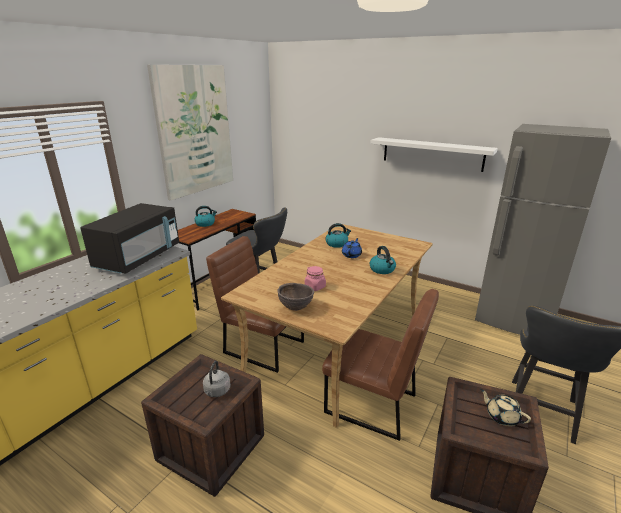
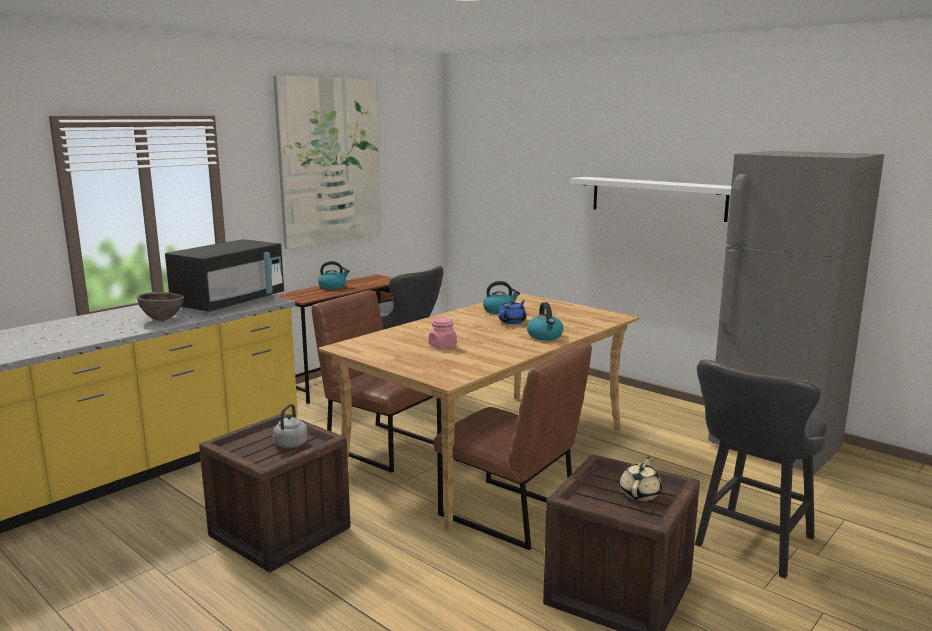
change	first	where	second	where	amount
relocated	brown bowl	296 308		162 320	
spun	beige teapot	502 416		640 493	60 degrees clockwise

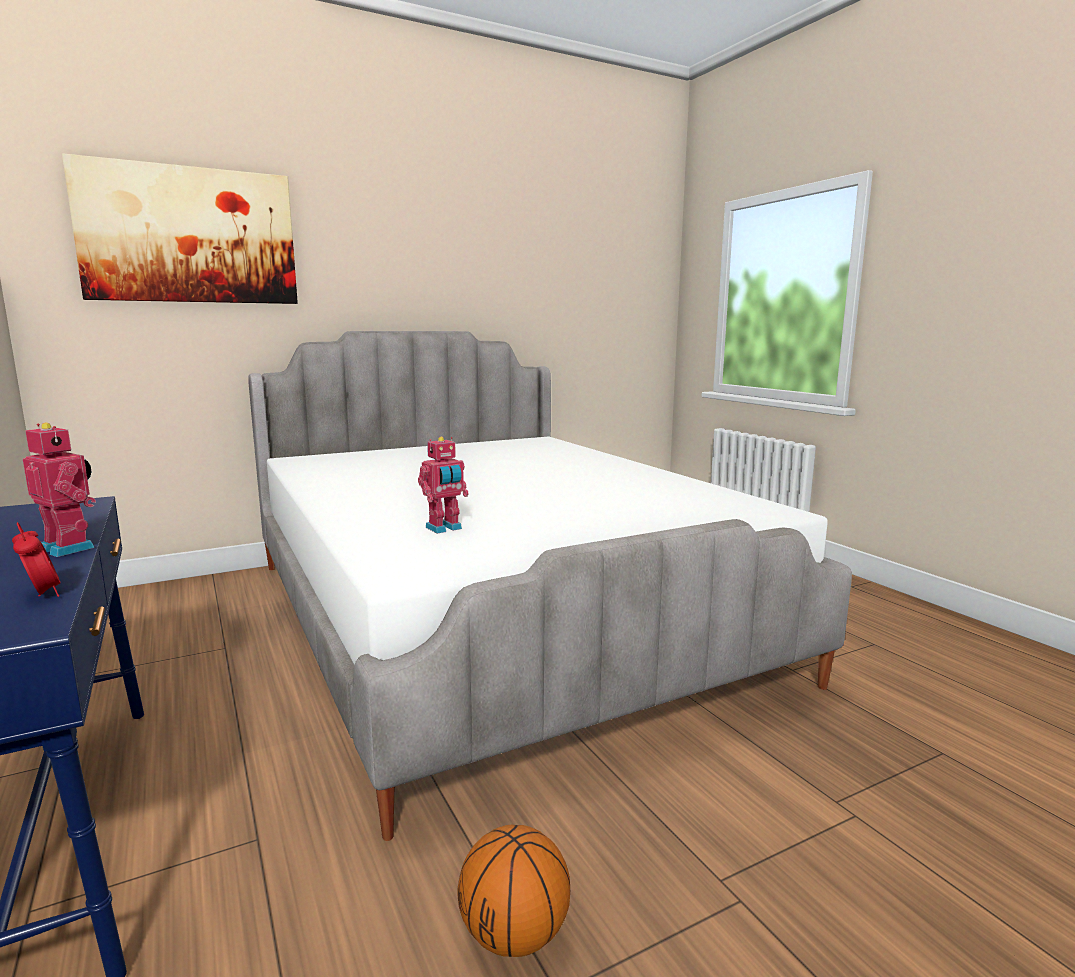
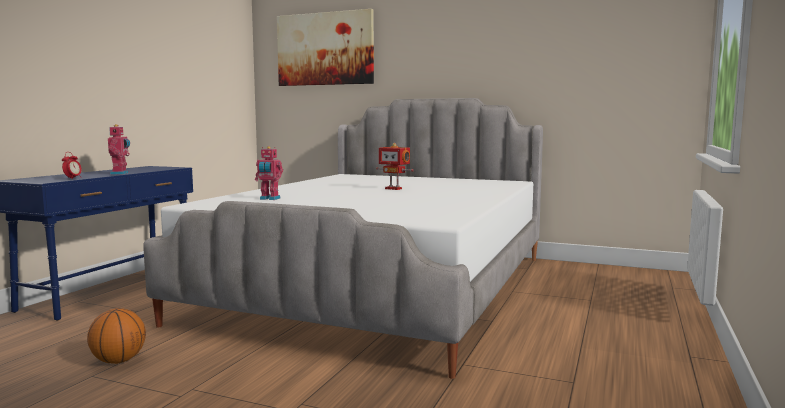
change	first	where	second	where	amount
appeared			toy robot	394 189	

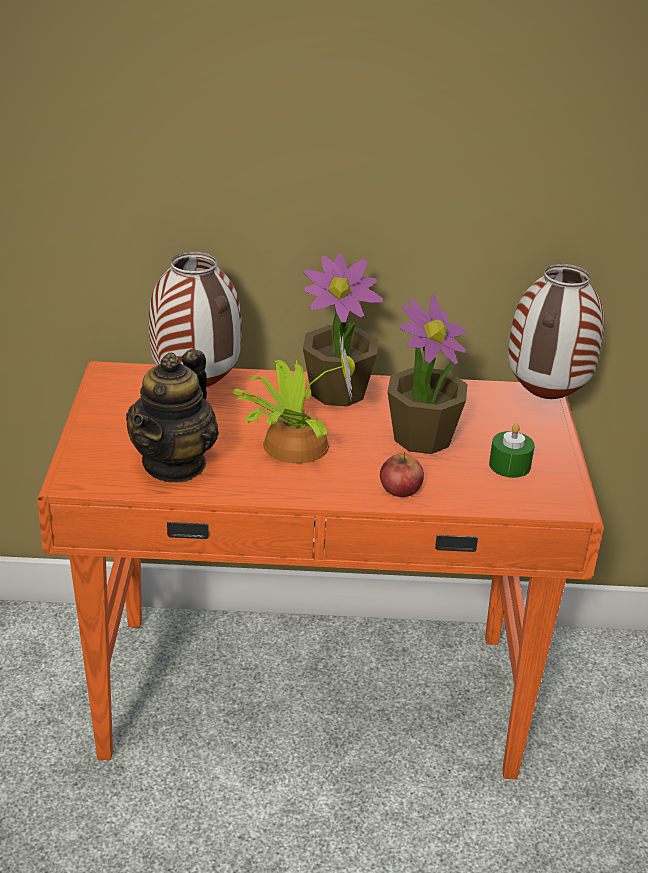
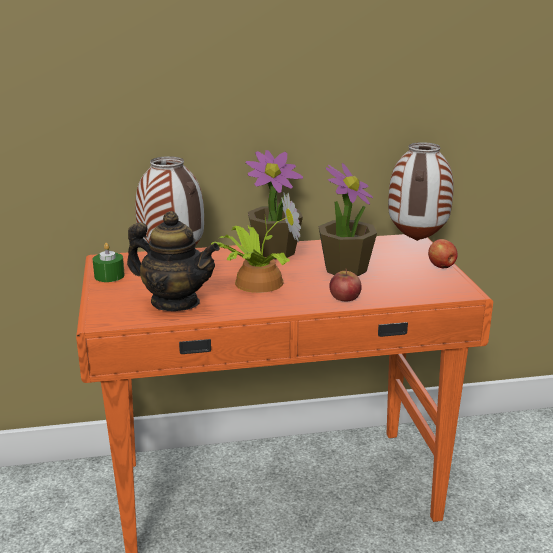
change	first	where	second	where	amount
relocated	green candle	509 465		109 276	
spun	teapot	175 464		175 302	75 degrees counterclockwise
appeared			apple	442 266	

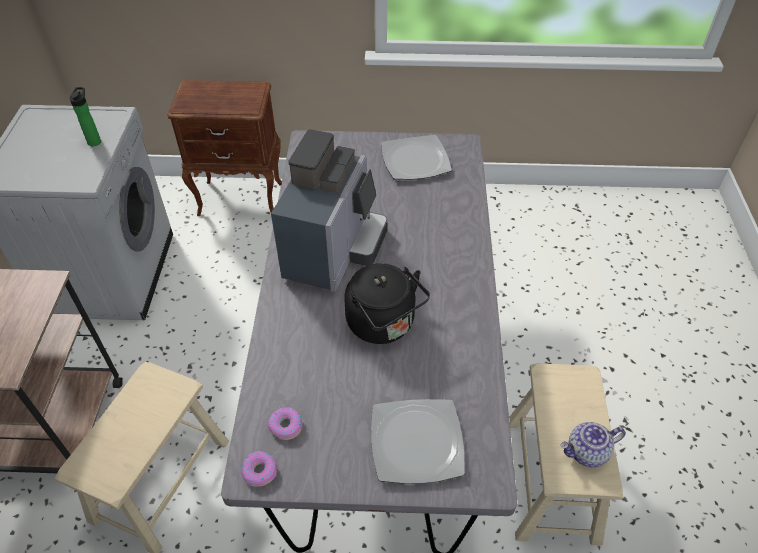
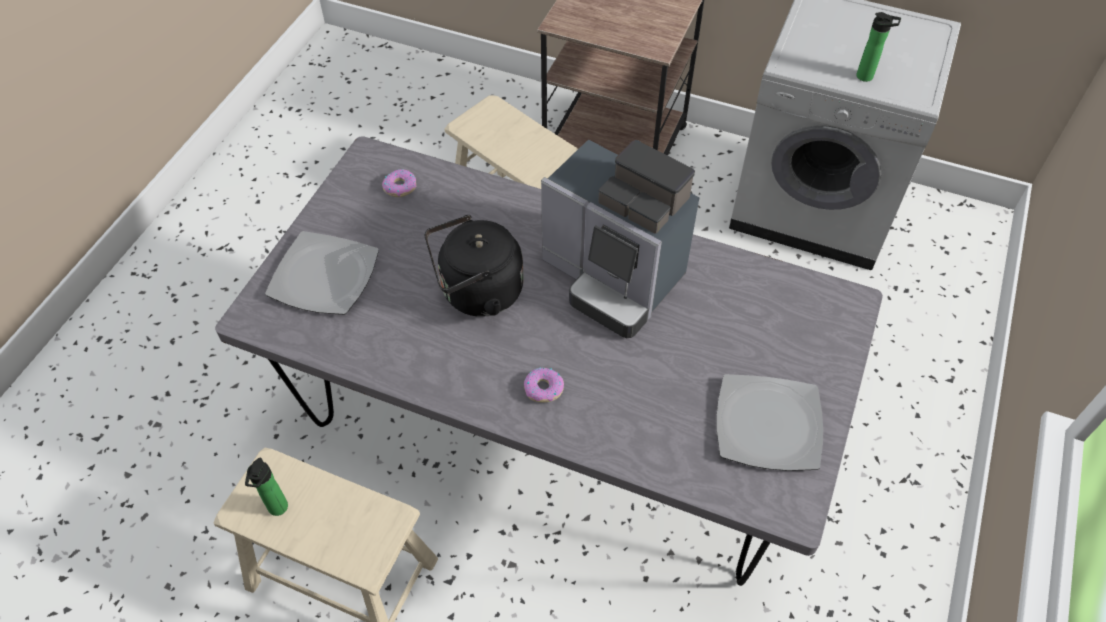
change	first	where	second	where	amount
exchanged	teapot	587 452	bottle	277 510	
relocated	donut	260 471		543 388	
missing	brown nightstand	241 199			

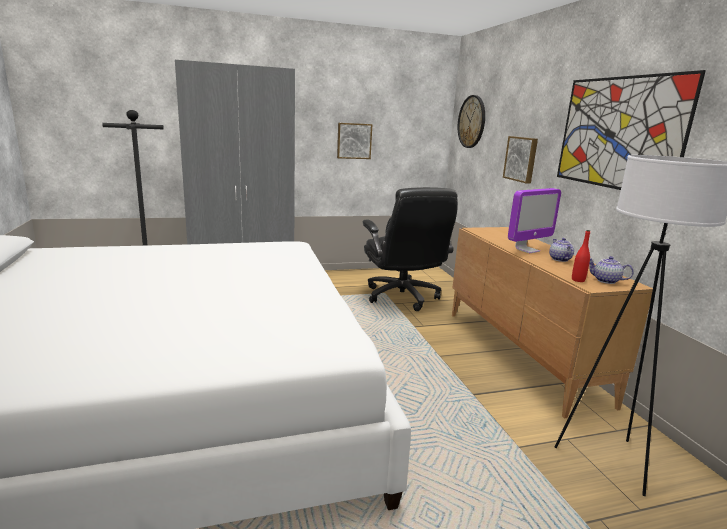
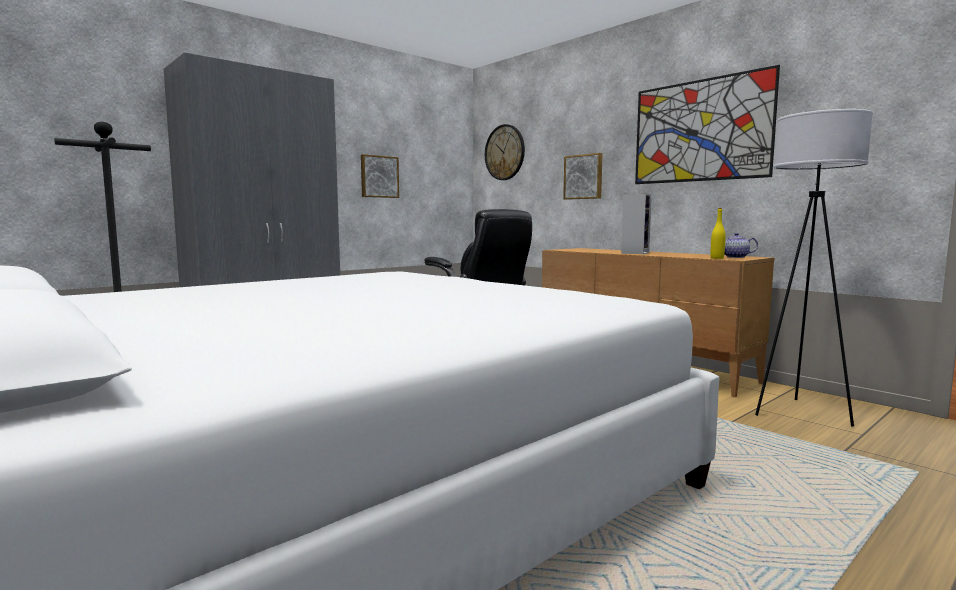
change	first	where	second	where	amount
exchanged	monitor	527 250	speaker	635 253	
colour	red bottle	578 280	yellow bottle	717 258	
missing	teapot	559 259			

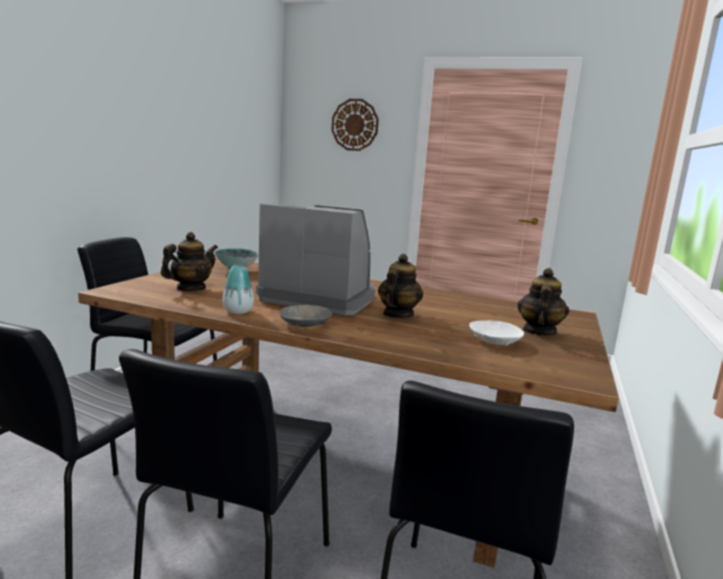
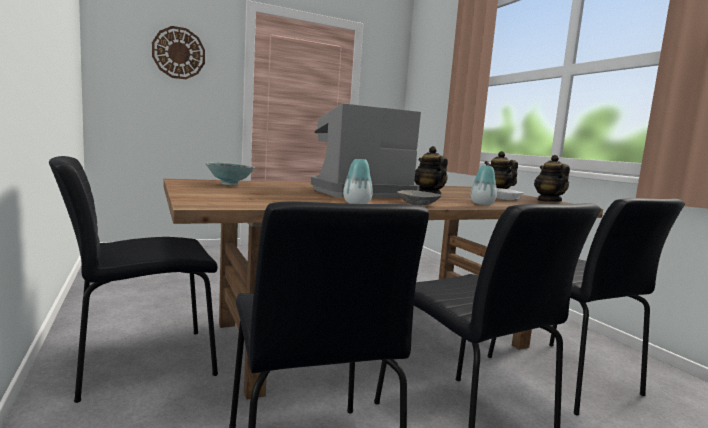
change	first	where	second	where	amount
appeared			vase	482 204	
relocated	teapot	190 289		548 201	

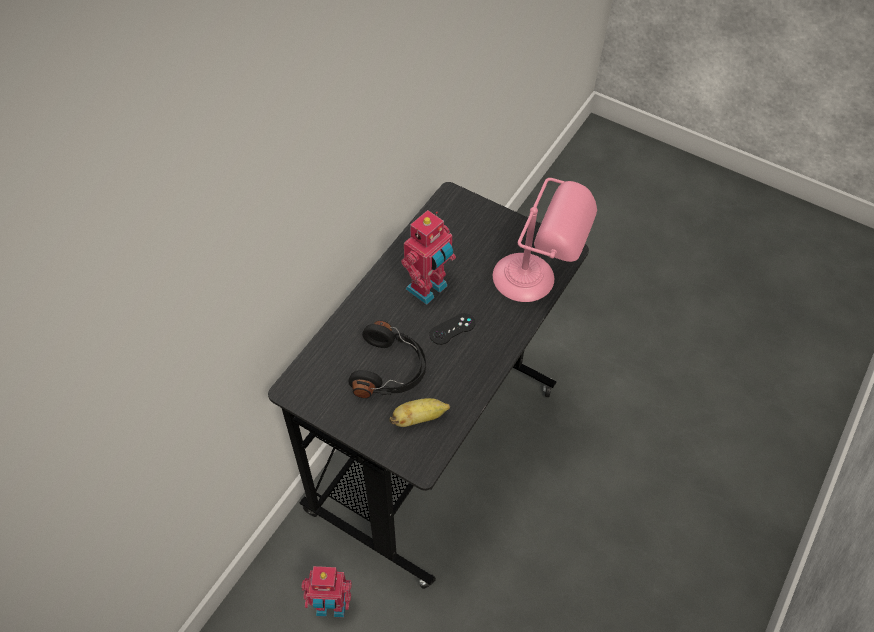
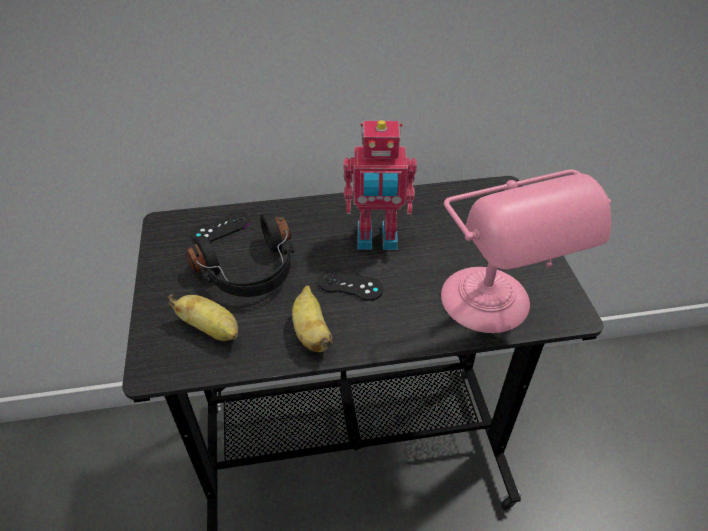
change	first	where	second	where	amount
appeared			black game controller	221 228	
appeared			banana	311 332	
missing	toy robot	331 606			

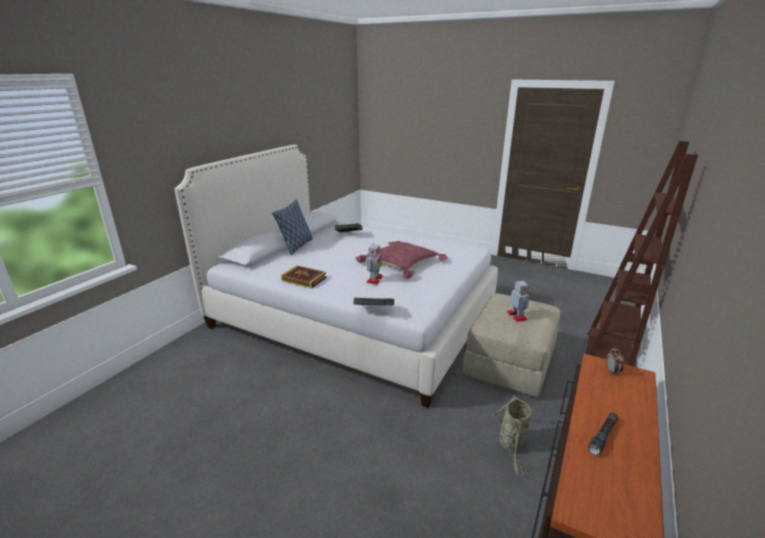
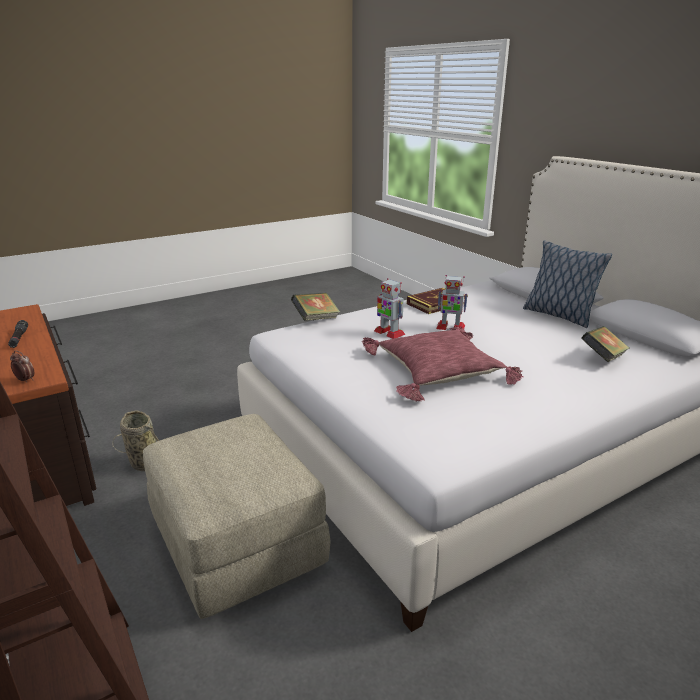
change	first	where	second	where	amount
relocated	toy robot	517 316		450 327	

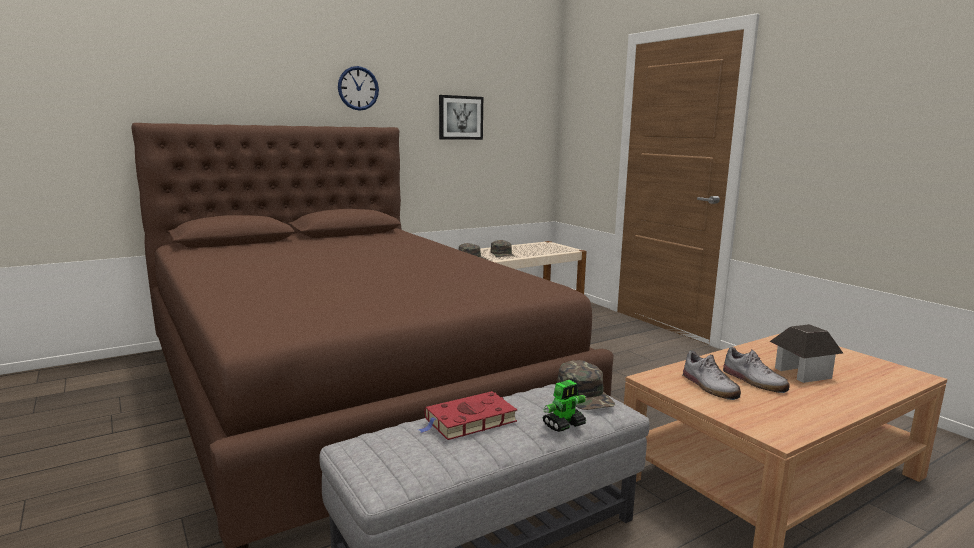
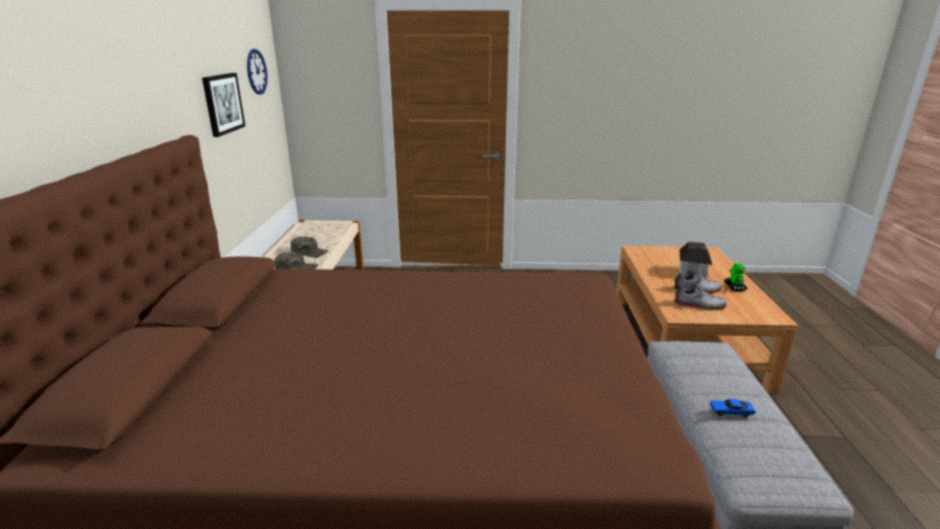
change	first	where	second	where	amount
relocated	wall clock	358 88		256 72	
exchanged	red book	468 421	toy car	730 411	
relocated	toy robot	564 424		734 287	
missing	green cap	585 394			

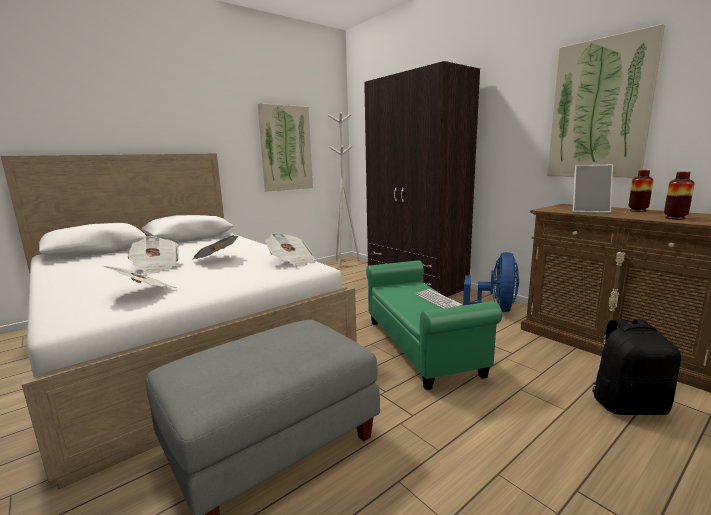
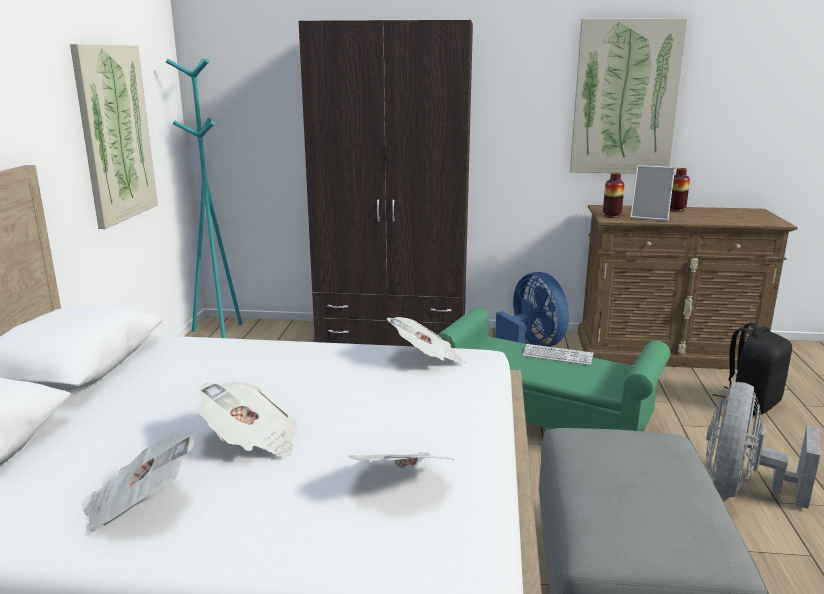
change	first	where	second	where	amount
relocated	newspaper	216 259		139 505	
colour	grey clothes rack	345 262	turquoise clothes rack	220 332	
relocated	vase	675 218		611 216	
spun	picture frame	589 211		650 217	45 degrees clockwise
appeared			grey fan	741 490	

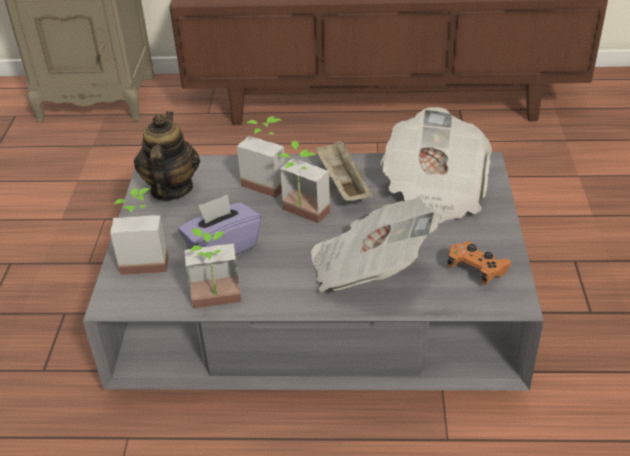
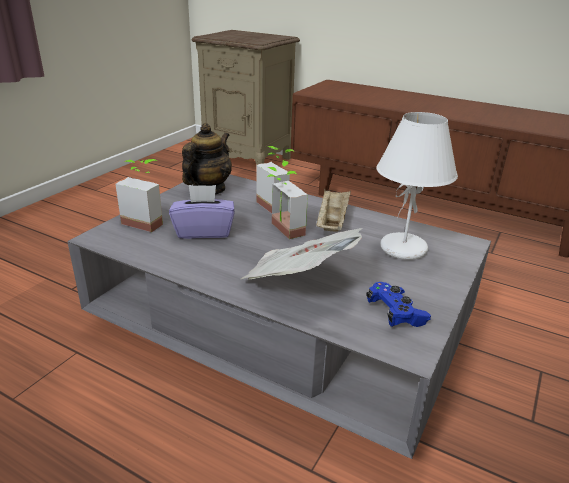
change	first	where	second	where	amount
colour	orange game controller	476 269	blue game controller	395 313	
exchanged	newspaper	434 193	white table lamp	403 249	
missing	potted plant	217 304			

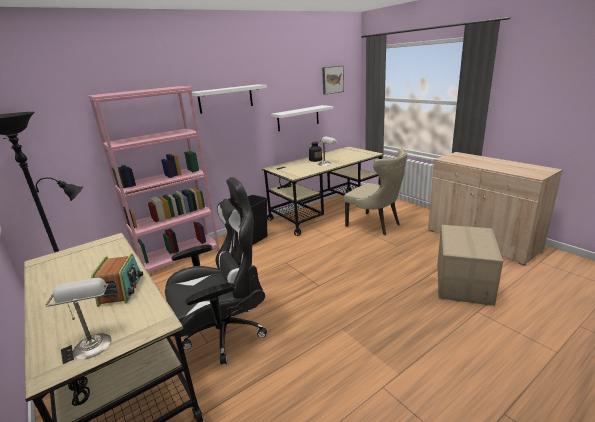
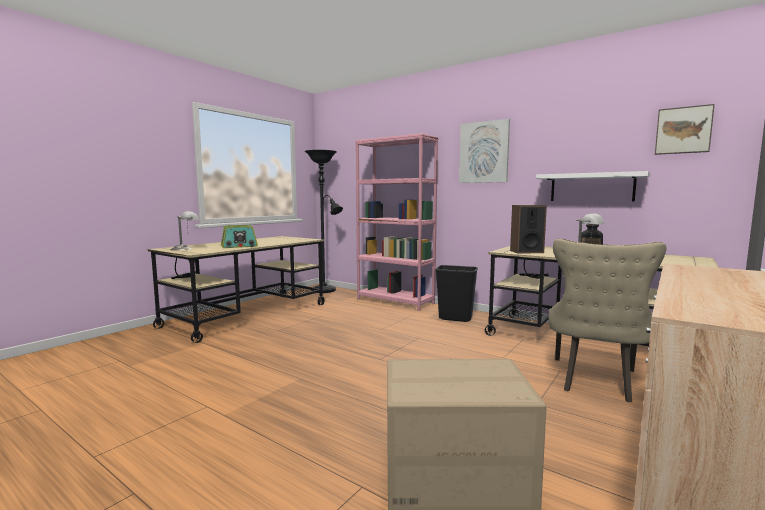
change	first	where	second	where	amount
exchanged	white shelf	226 98	picture	484 152	
appeared			speaker	526 251	
missing	black office chair	221 335			

